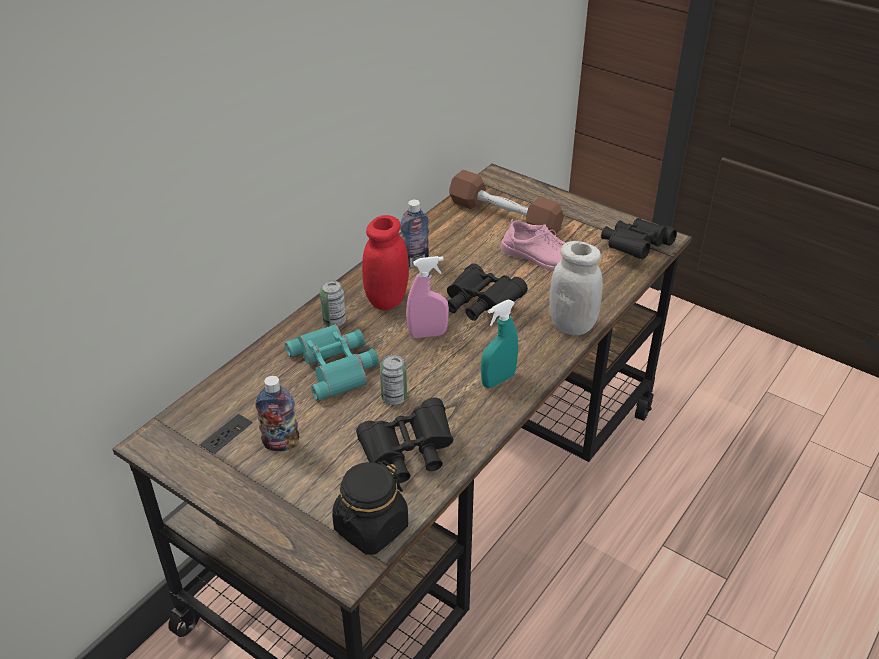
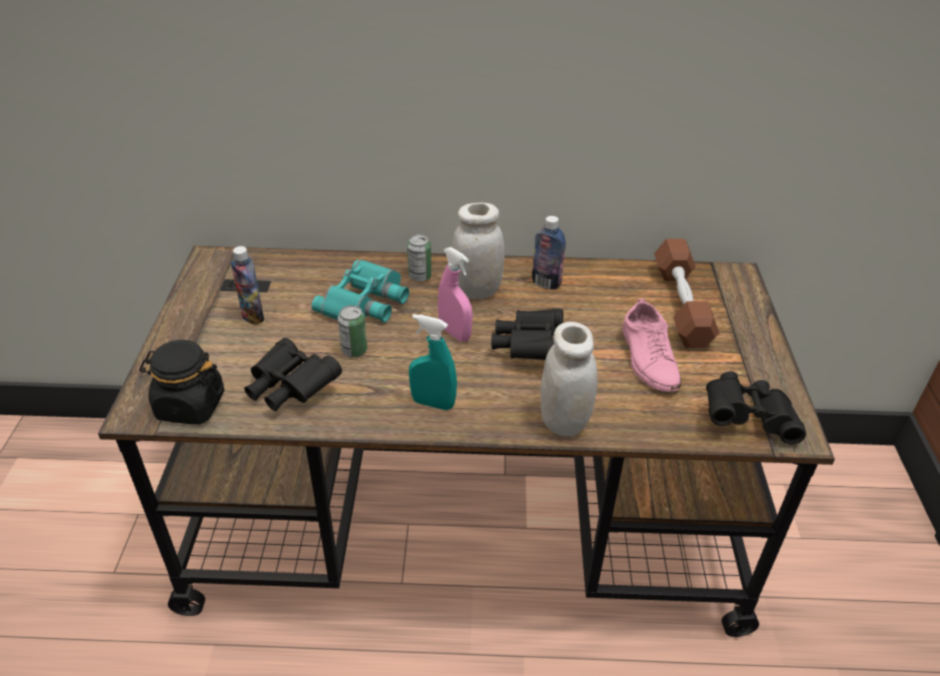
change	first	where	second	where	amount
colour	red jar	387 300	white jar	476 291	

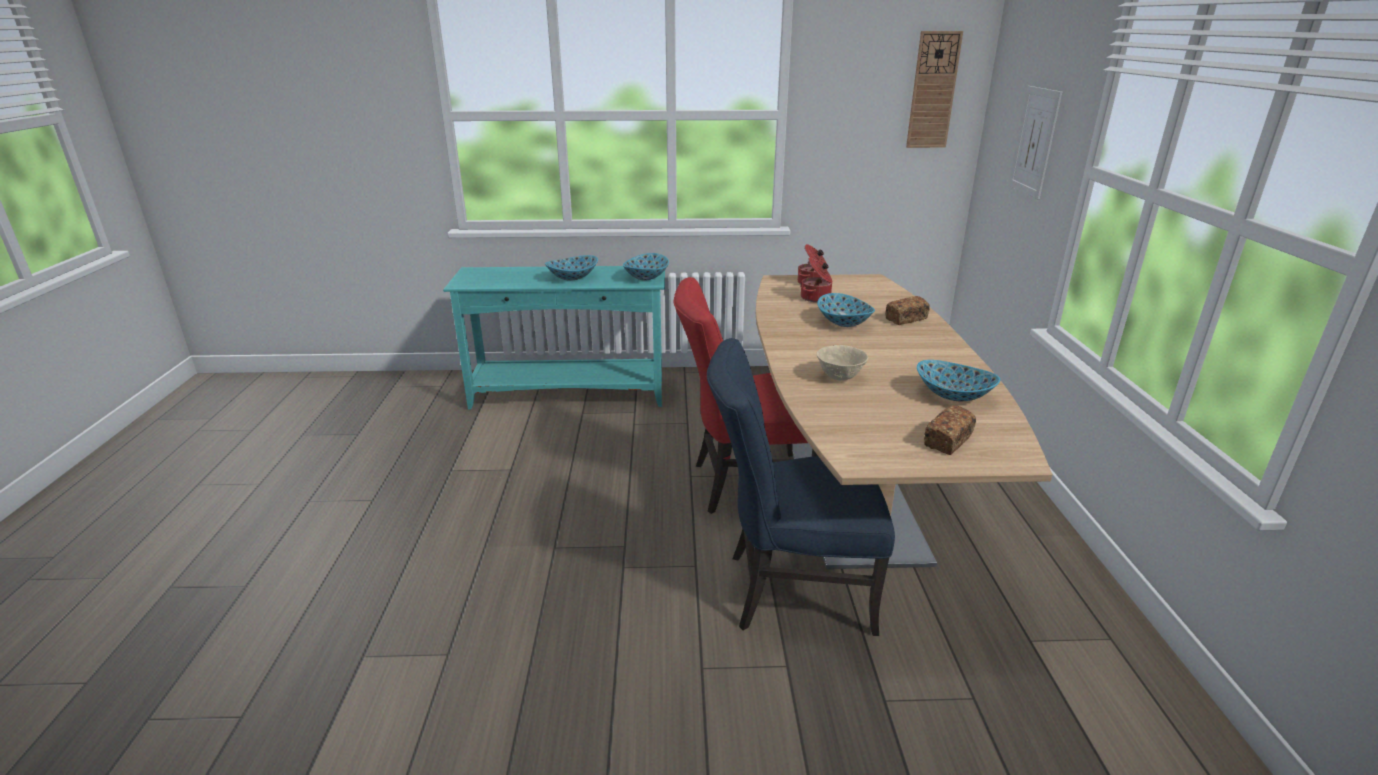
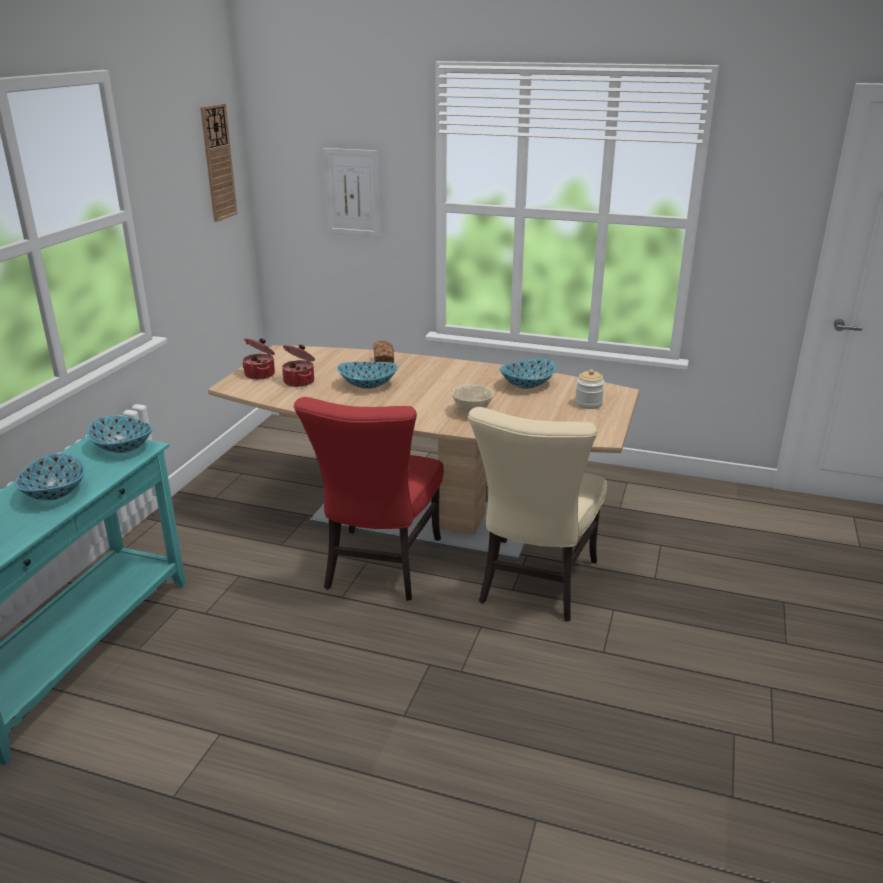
change	first	where	second	where	amount
colour	blue chair	789 590	beige chair	534 585	
exchanged	bread	948 441	jar	588 404	

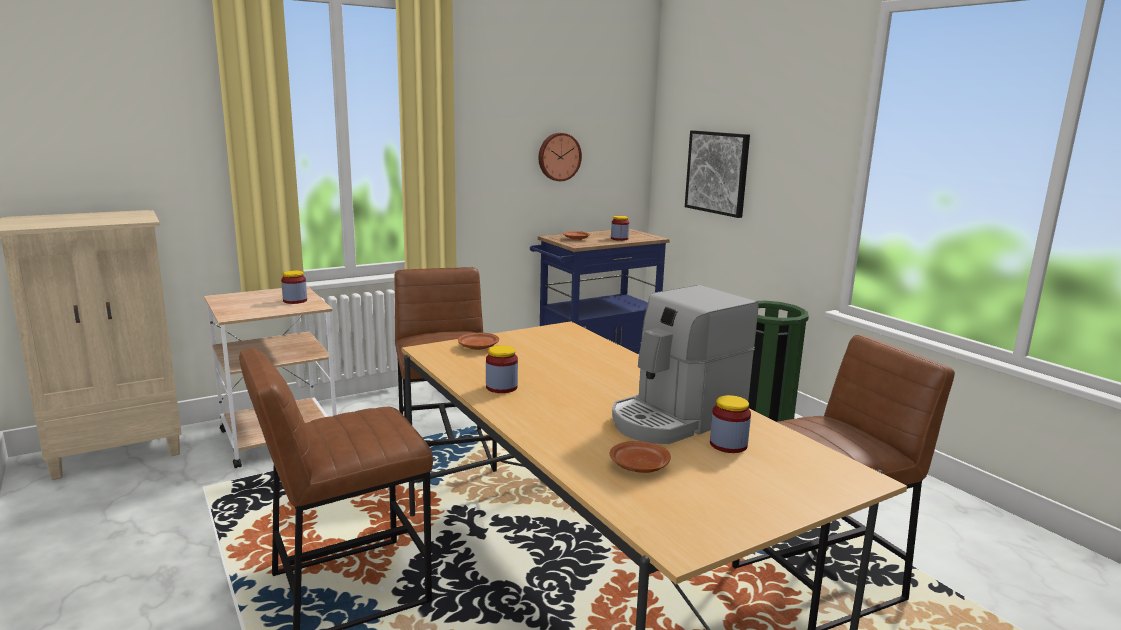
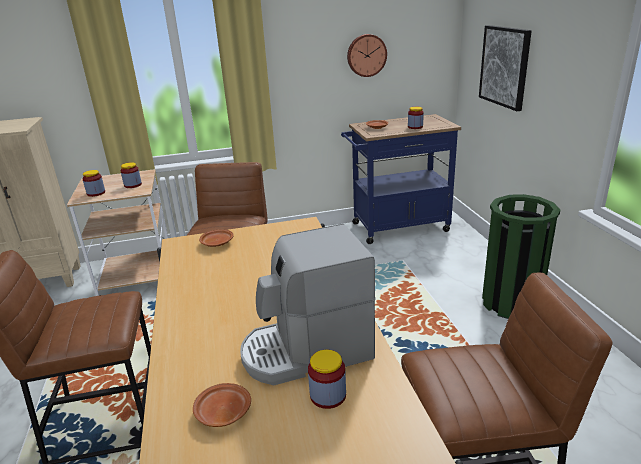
change	first	where	second	where	amount
relocated	jar	501 387		96 193	

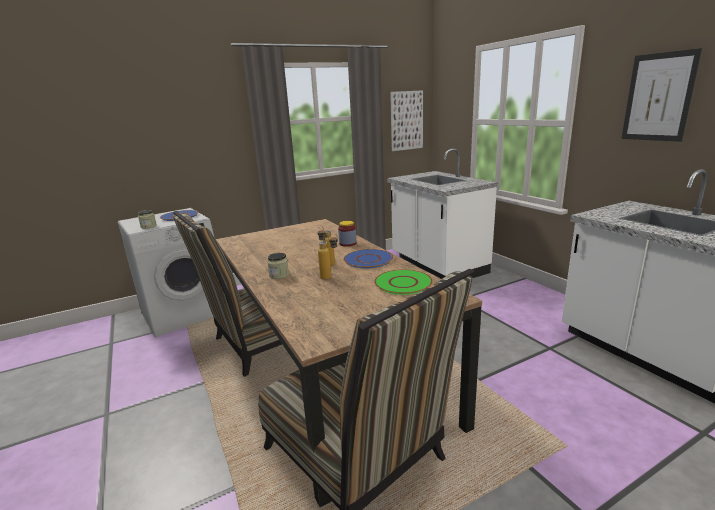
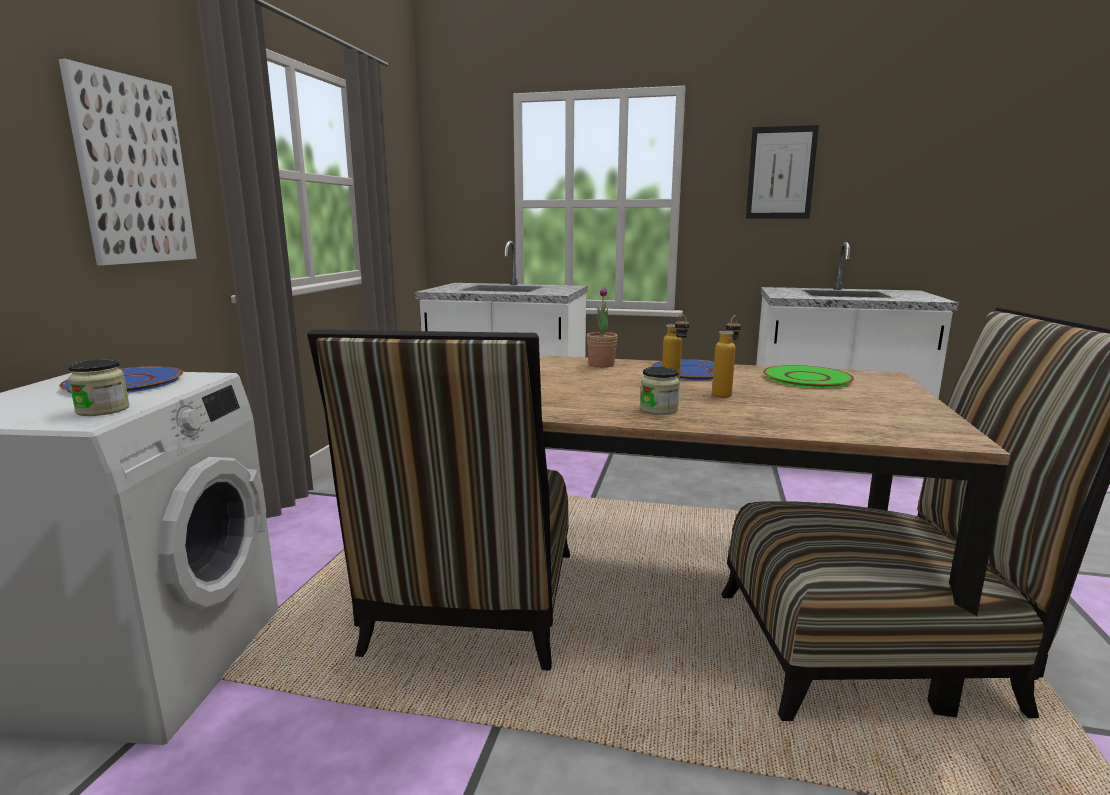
change	first	where	second	where	amount
relocated	picture	406 120		133 171	
exchanged	jar	347 243	potted plant	601 365	

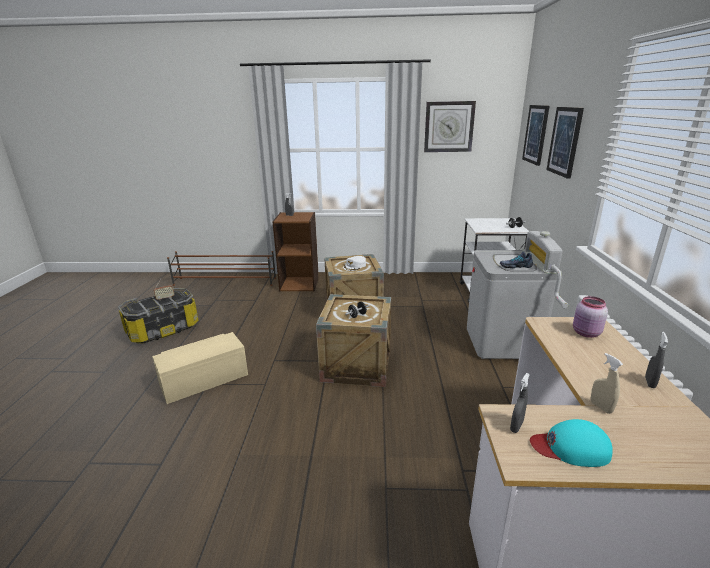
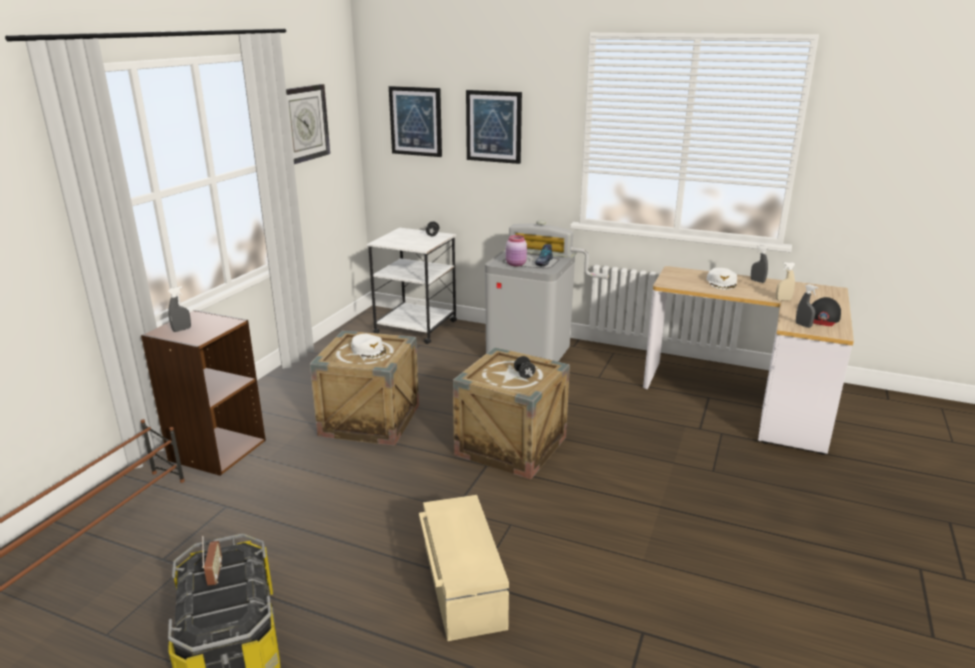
change	first	where	second	where	amount
relocated	pink jar	586 333		516 264	
appeared			white cap	722 282	
colour	turquoise cap	571 448	black cap	823 318	

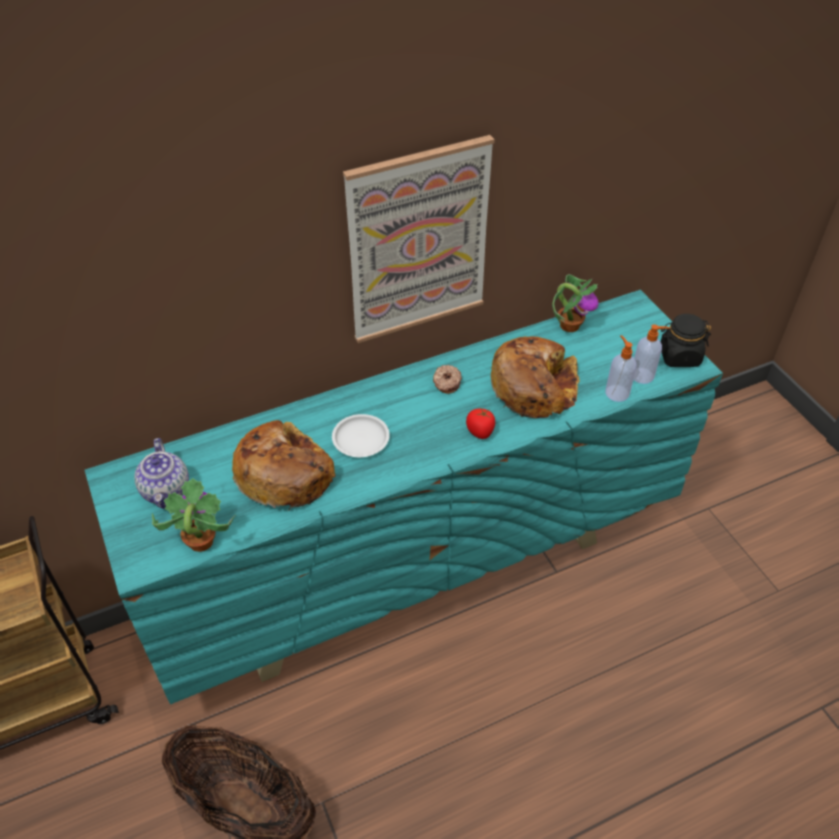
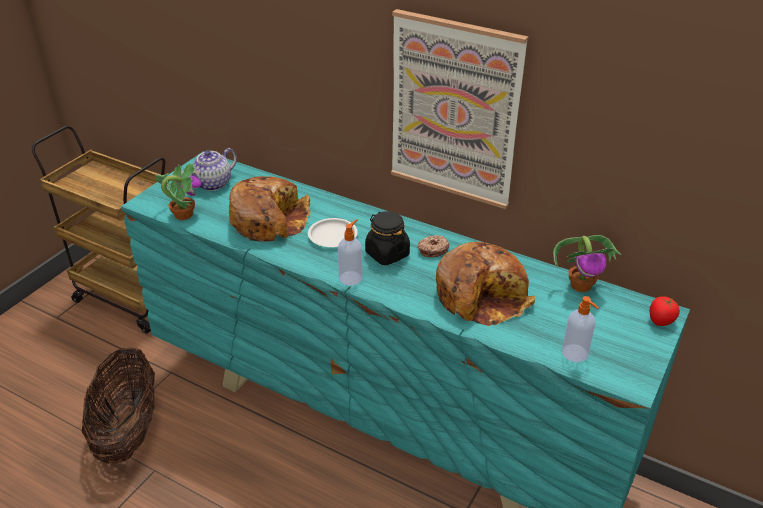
change	first	where	second	where	amount
relocated	soap dispenser	616 392		351 278	
relocated	black jar	679 356		387 254	
relocated	tomato	480 431		660 320	

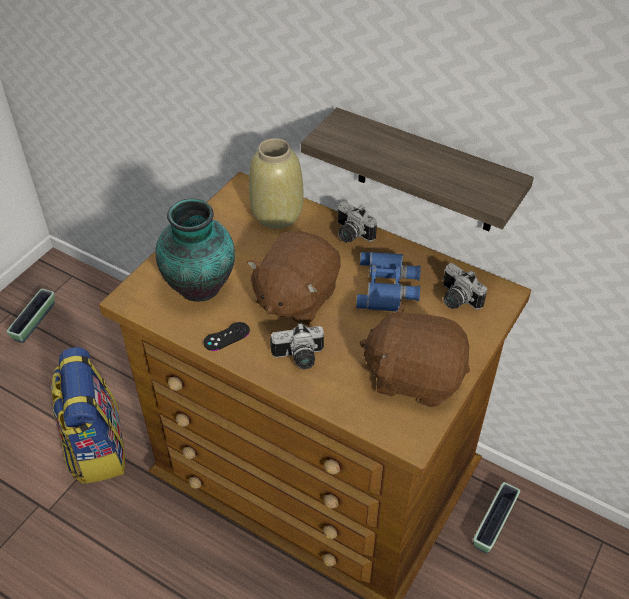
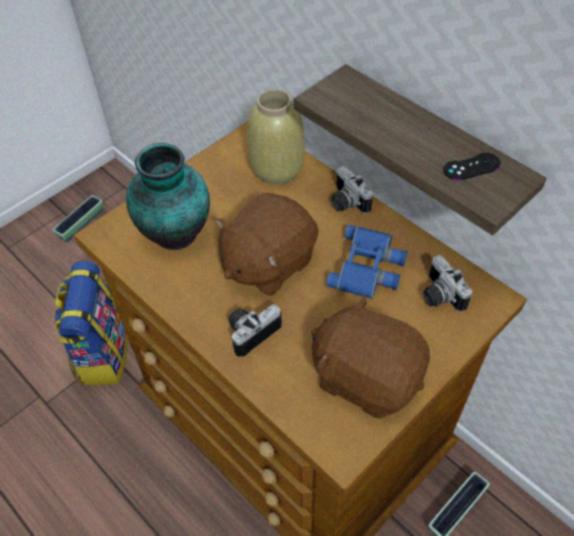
change	first	where	second	where	amount
spun	photo camera	299 358		250 331	135 degrees clockwise
relocated	black game controller	226 336		471 167	

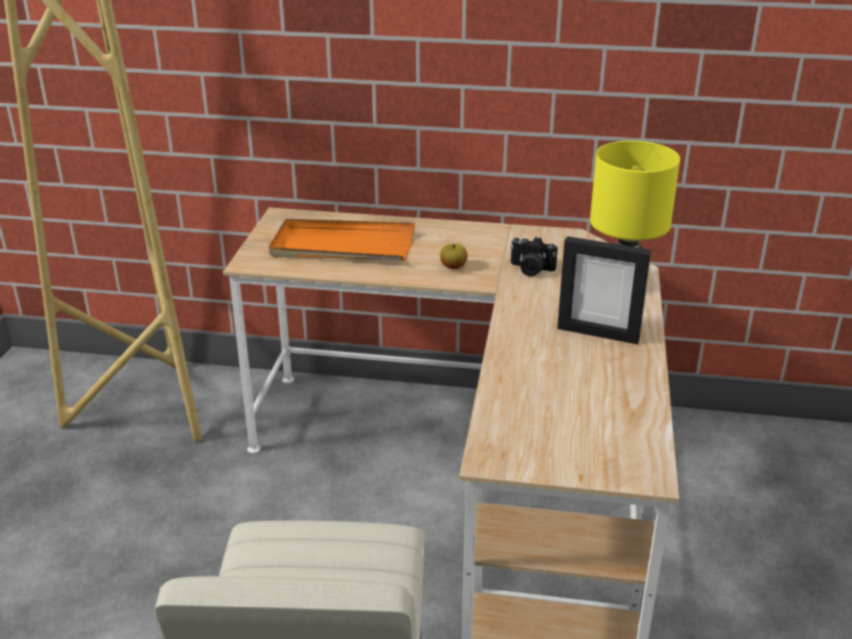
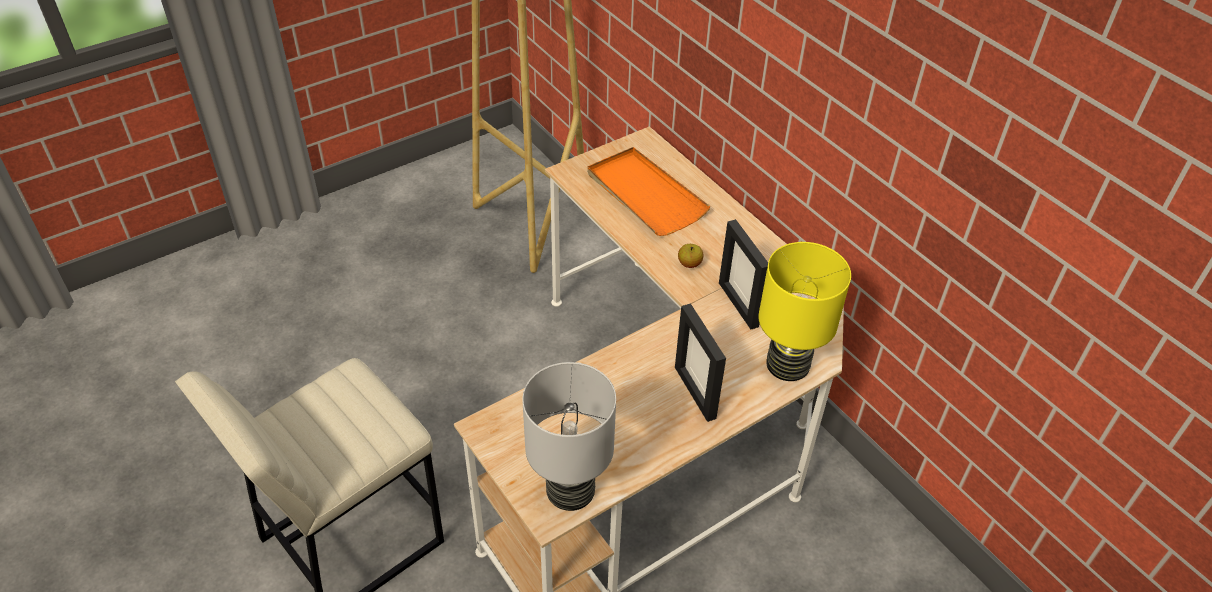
change	first	where	second	where	amount
appeared			grey table lamp	570 490	
exchanged	photo camera	530 269	picture frame	739 304	

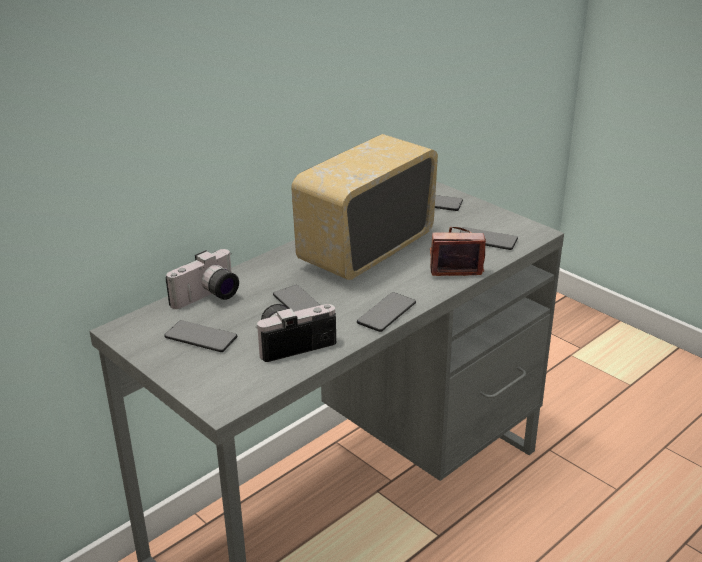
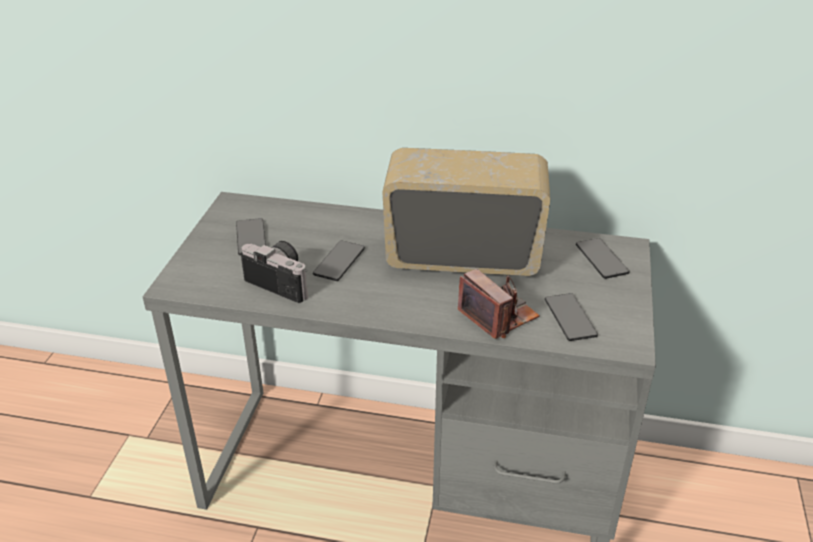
change	first	where	second	where	amount
missing	photo camera	208 298			
missing	phone	386 313			

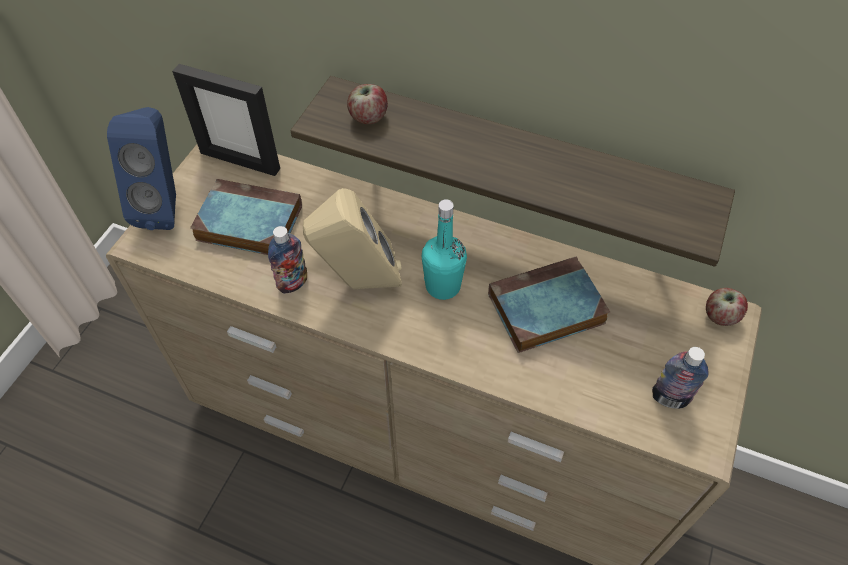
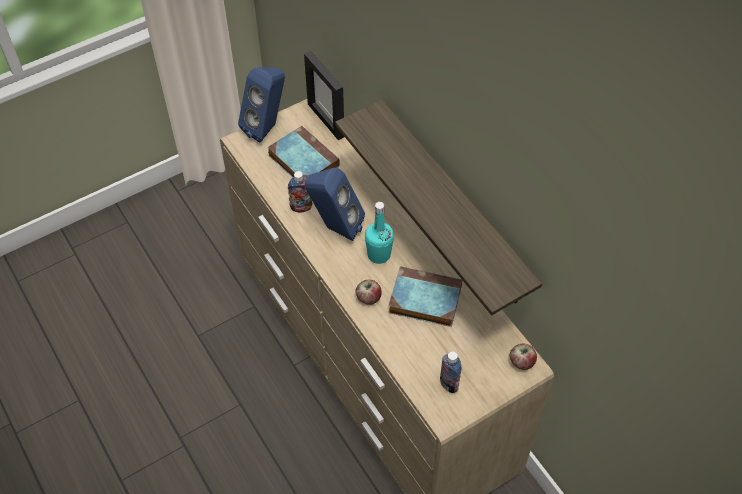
change	first	where	second	where	amount
colour	beige speaker	358 283	blue speaker	335 227	
relocated	apple	368 117		368 298	

